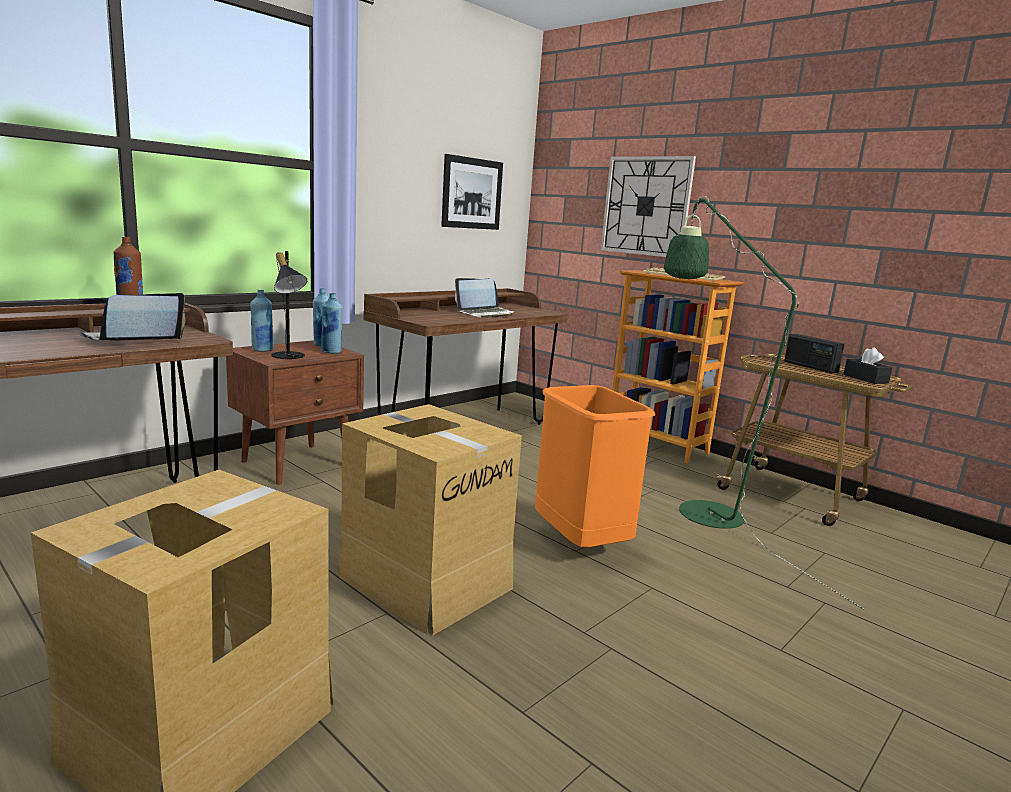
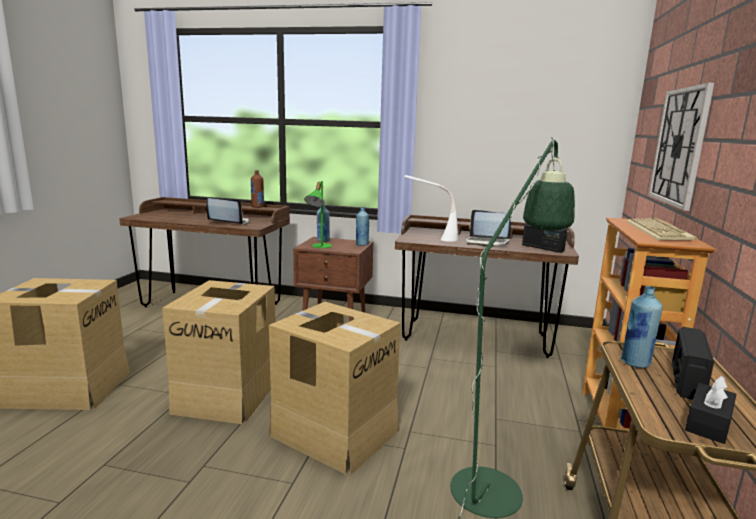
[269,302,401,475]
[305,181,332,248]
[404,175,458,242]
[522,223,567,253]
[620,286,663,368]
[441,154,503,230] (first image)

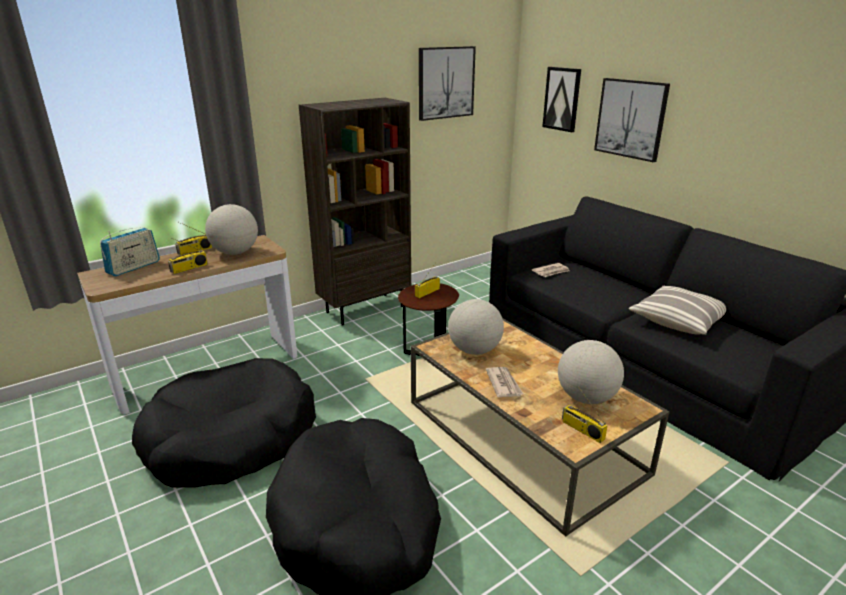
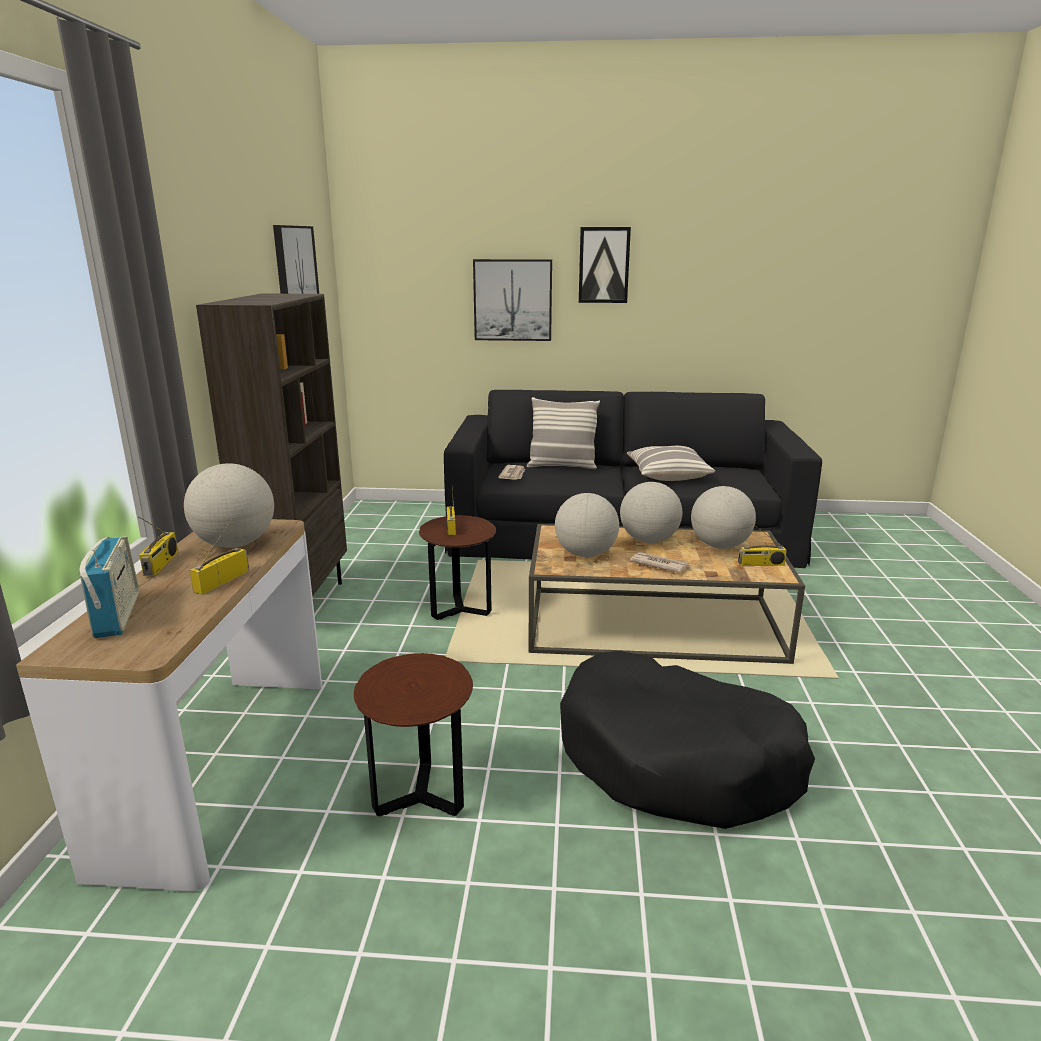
[190,518,249,595]
[354,653,473,816]
[527,397,600,469]
[579,227,631,303]
[620,482,682,543]

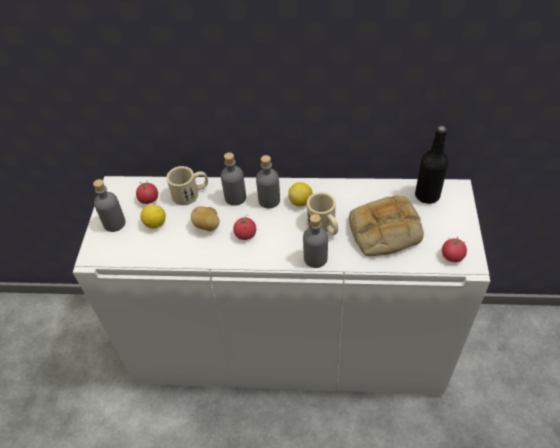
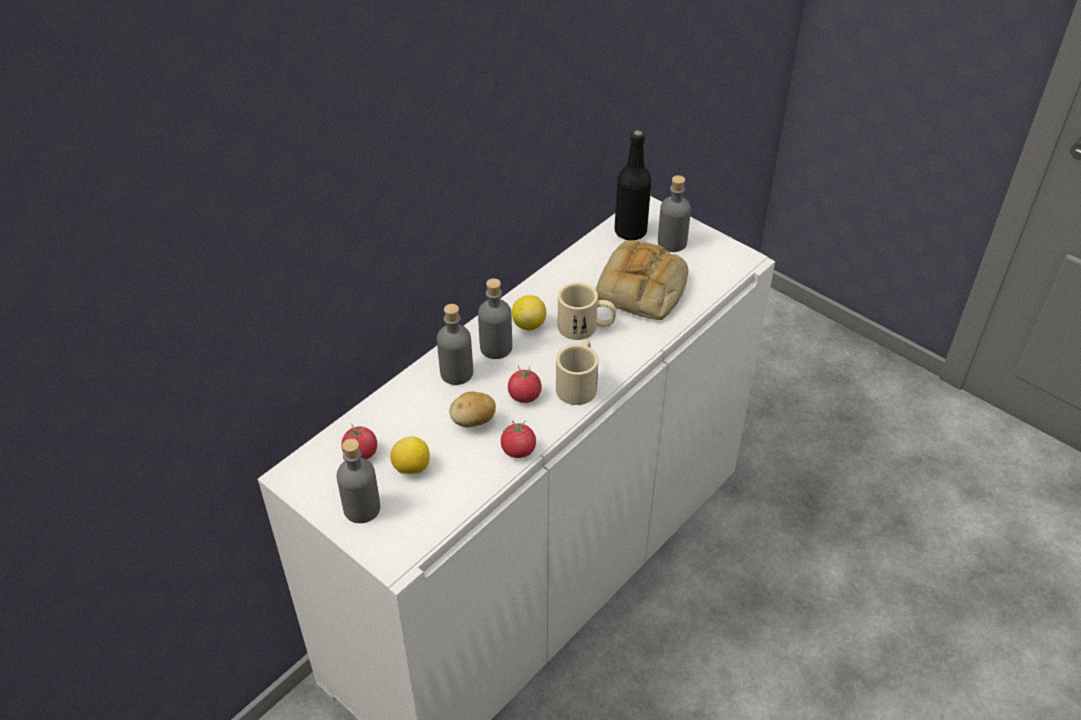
[501,421,536,458]
[556,340,599,405]
[658,175,691,252]

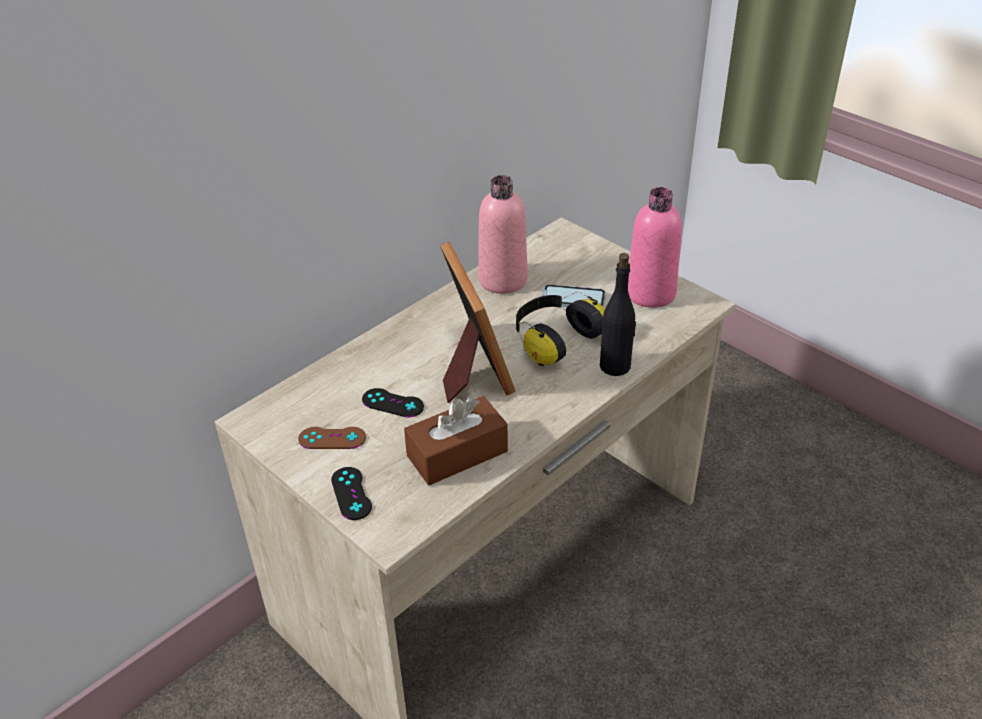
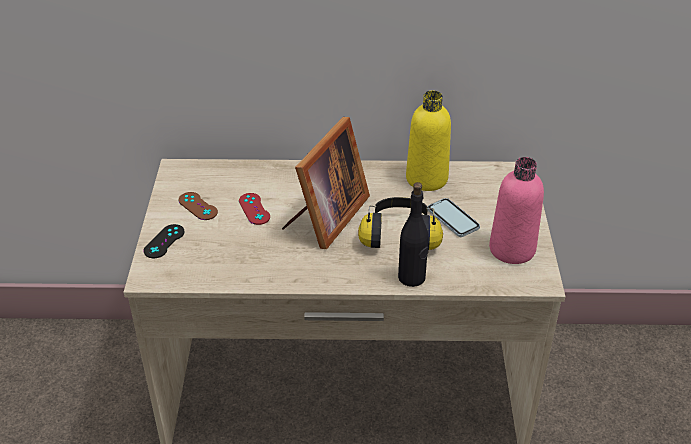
[239,193,270,225]
[406,91,451,191]
[404,396,508,485] (first image)

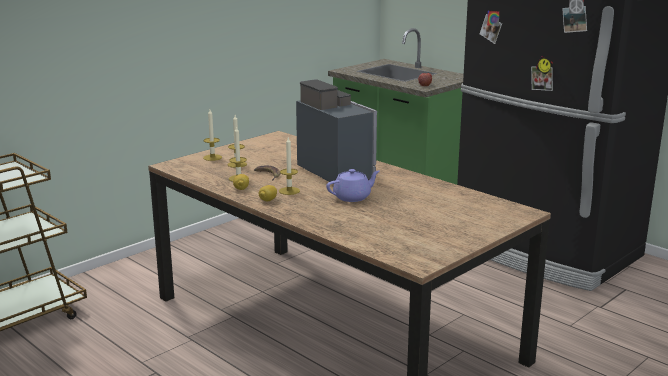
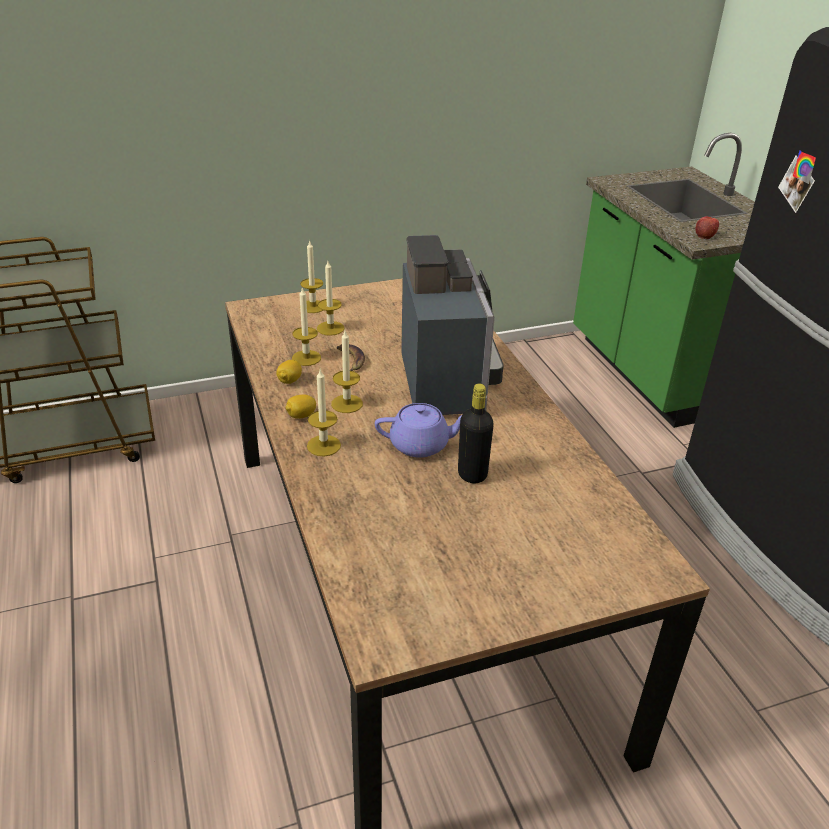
[307,370,341,456]
[458,383,494,483]

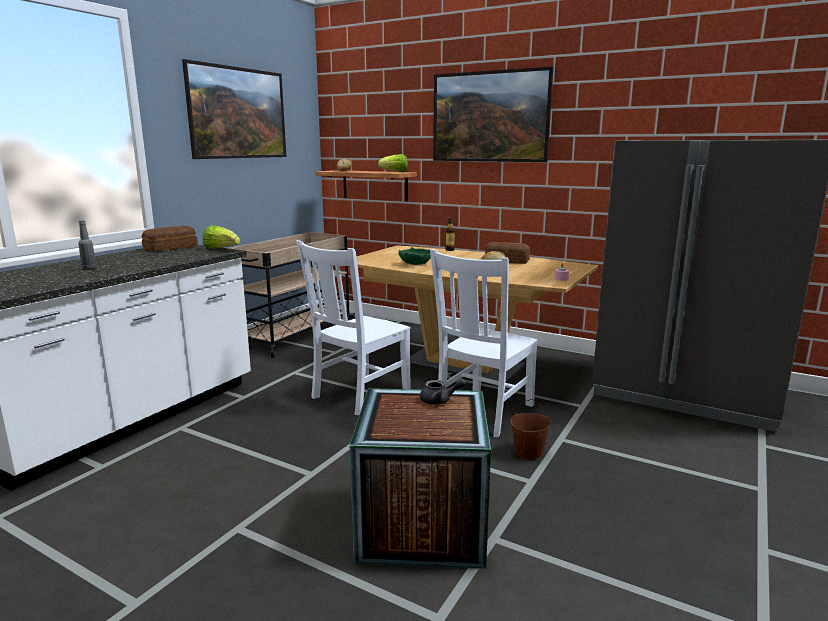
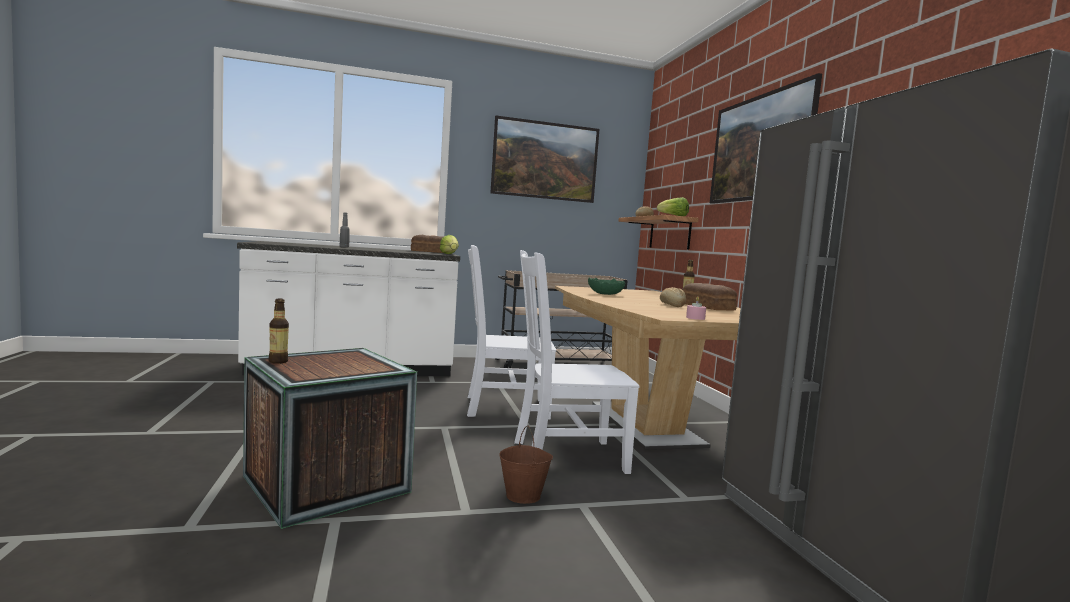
[269,299,289,364]
[420,378,466,405] (first image)

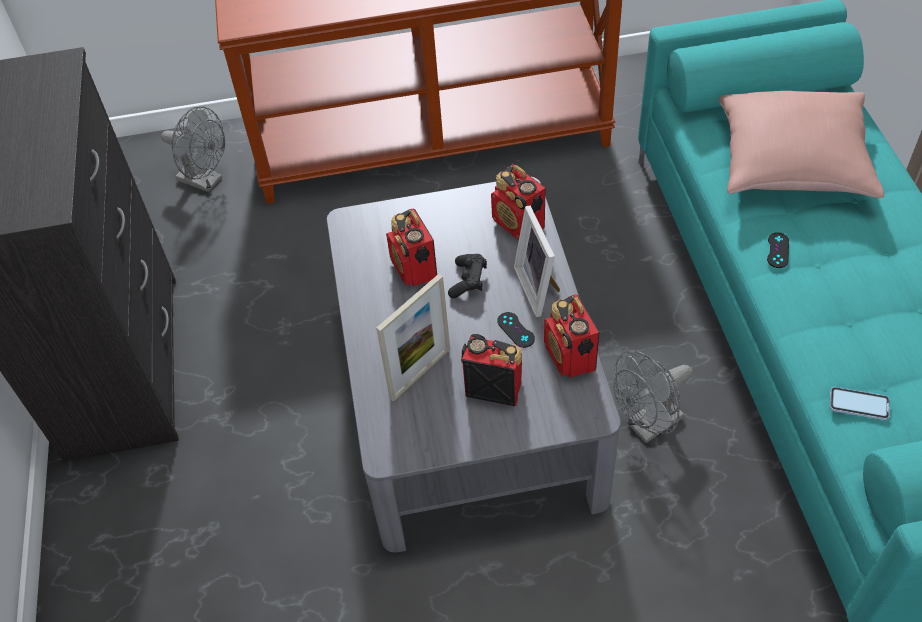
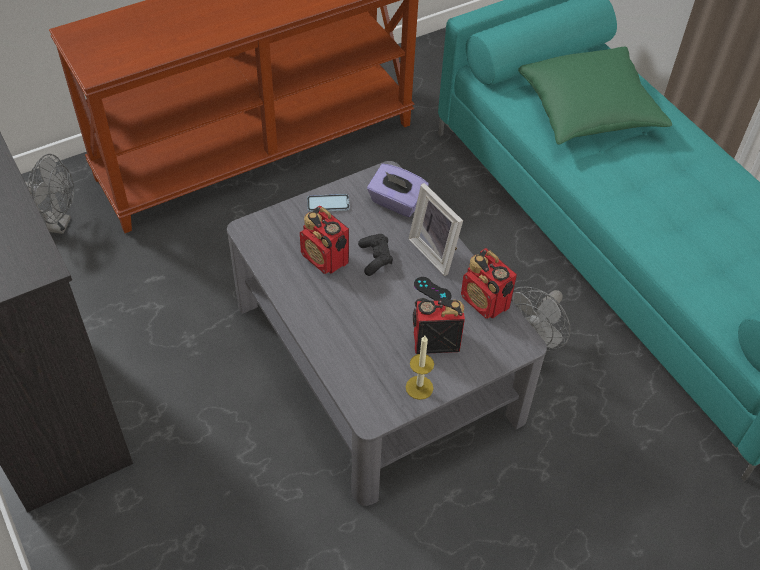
[307,194,350,212]
[367,164,429,217]
[406,336,434,400]
[518,46,672,144]
[376,274,450,402] (first image)
[767,232,789,268] (first image)

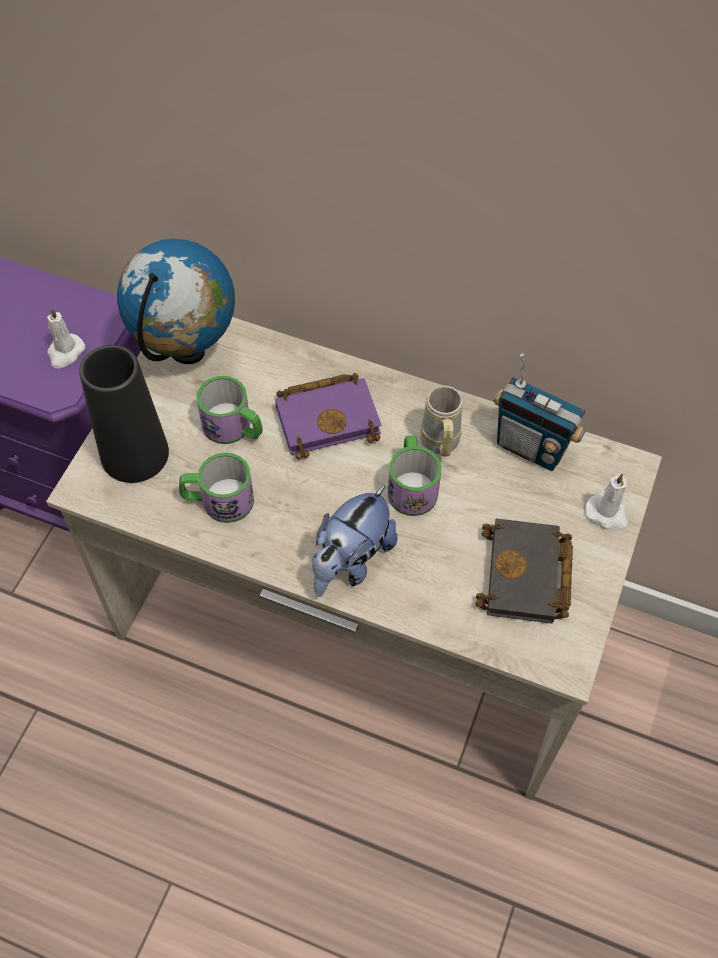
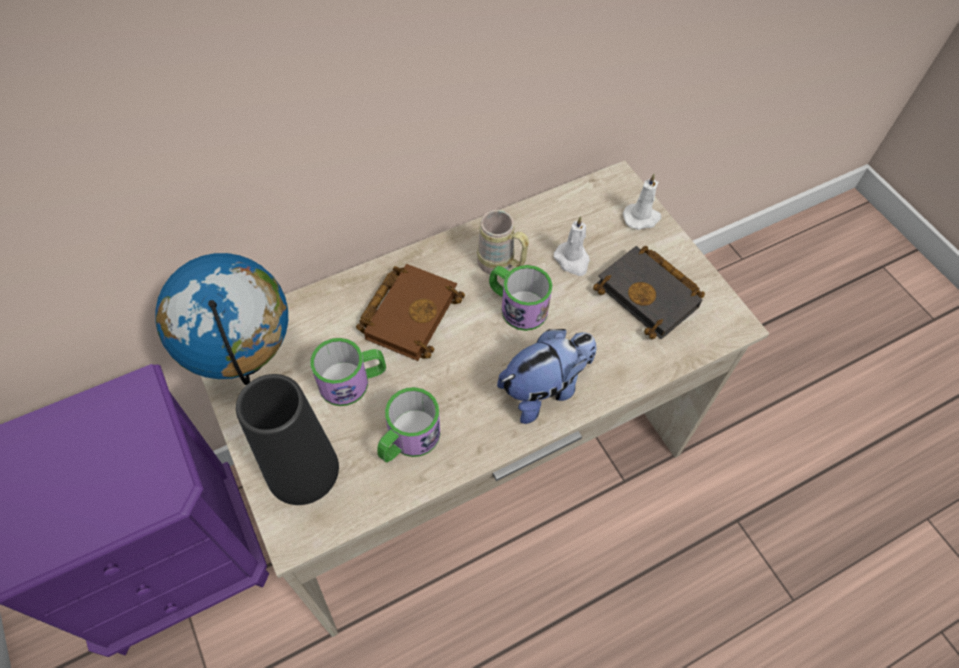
[356,264,465,361]
[497,329,597,424]
[554,216,590,276]
[494,353,586,471] (first image)

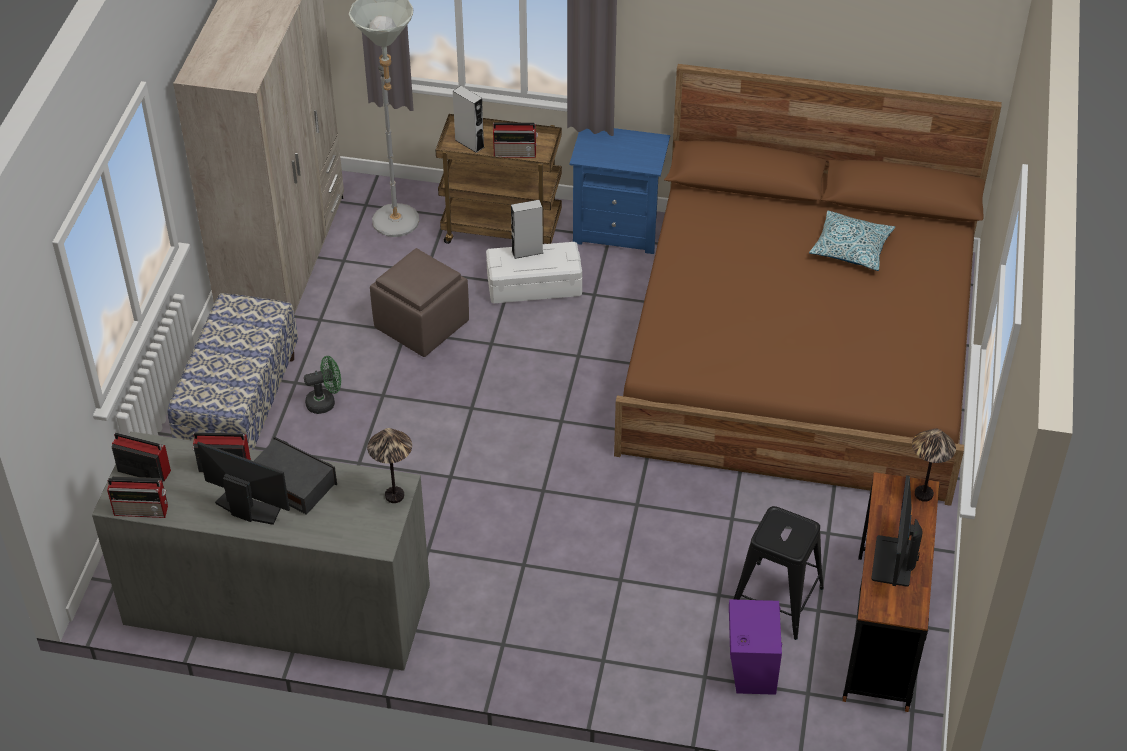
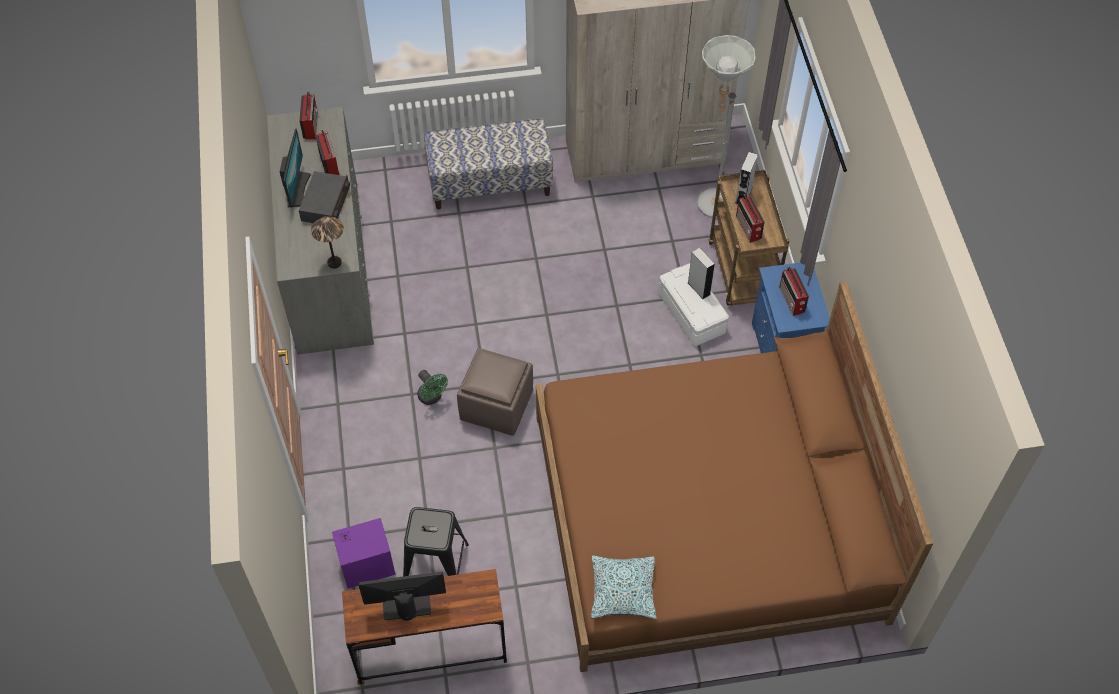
[417,370,448,405]
[457,348,533,436]
[591,556,657,619]
[779,266,809,316]
[912,429,956,502] (first image)

